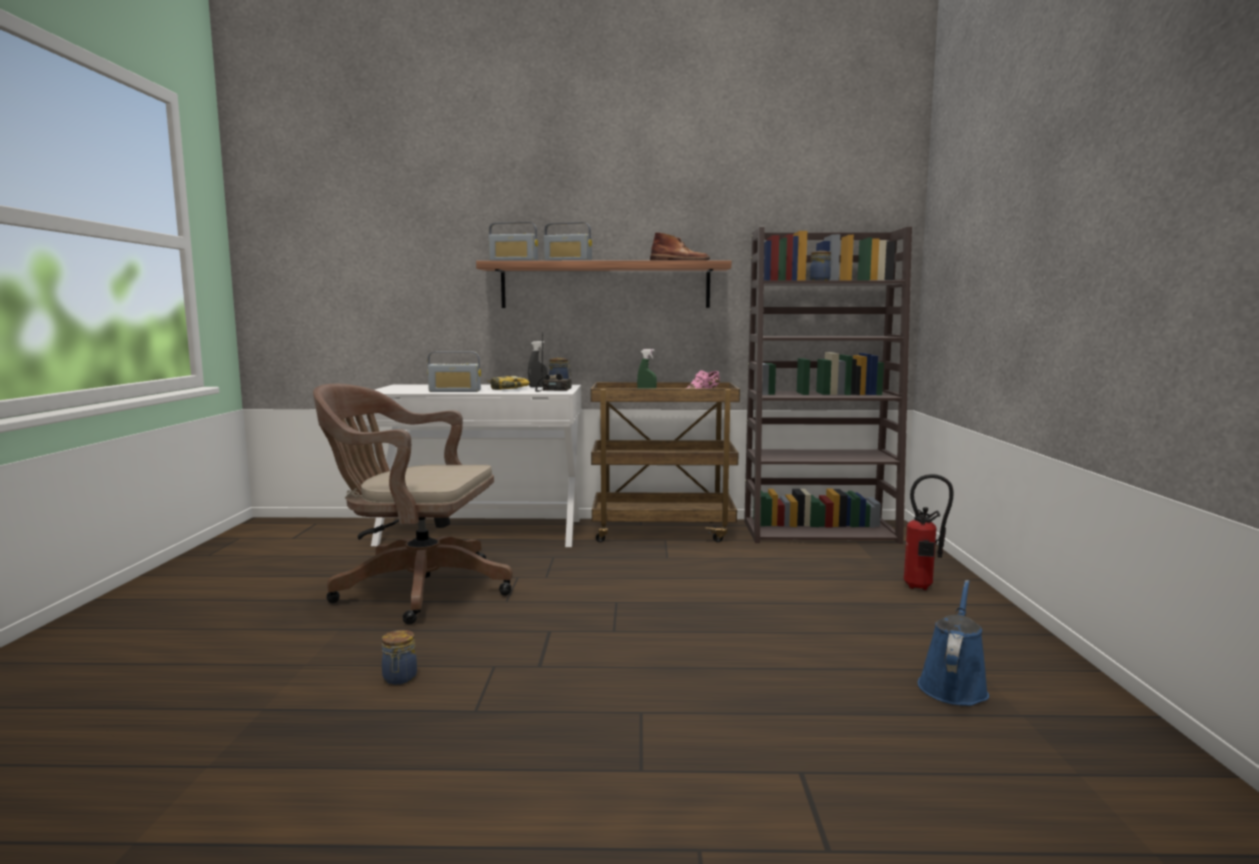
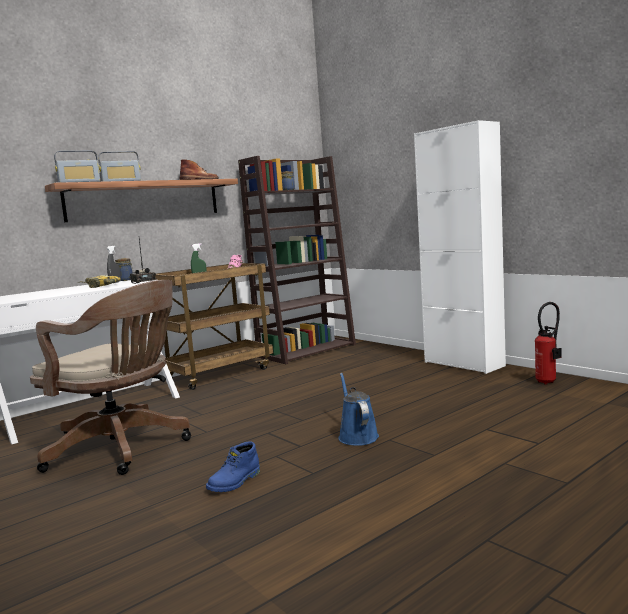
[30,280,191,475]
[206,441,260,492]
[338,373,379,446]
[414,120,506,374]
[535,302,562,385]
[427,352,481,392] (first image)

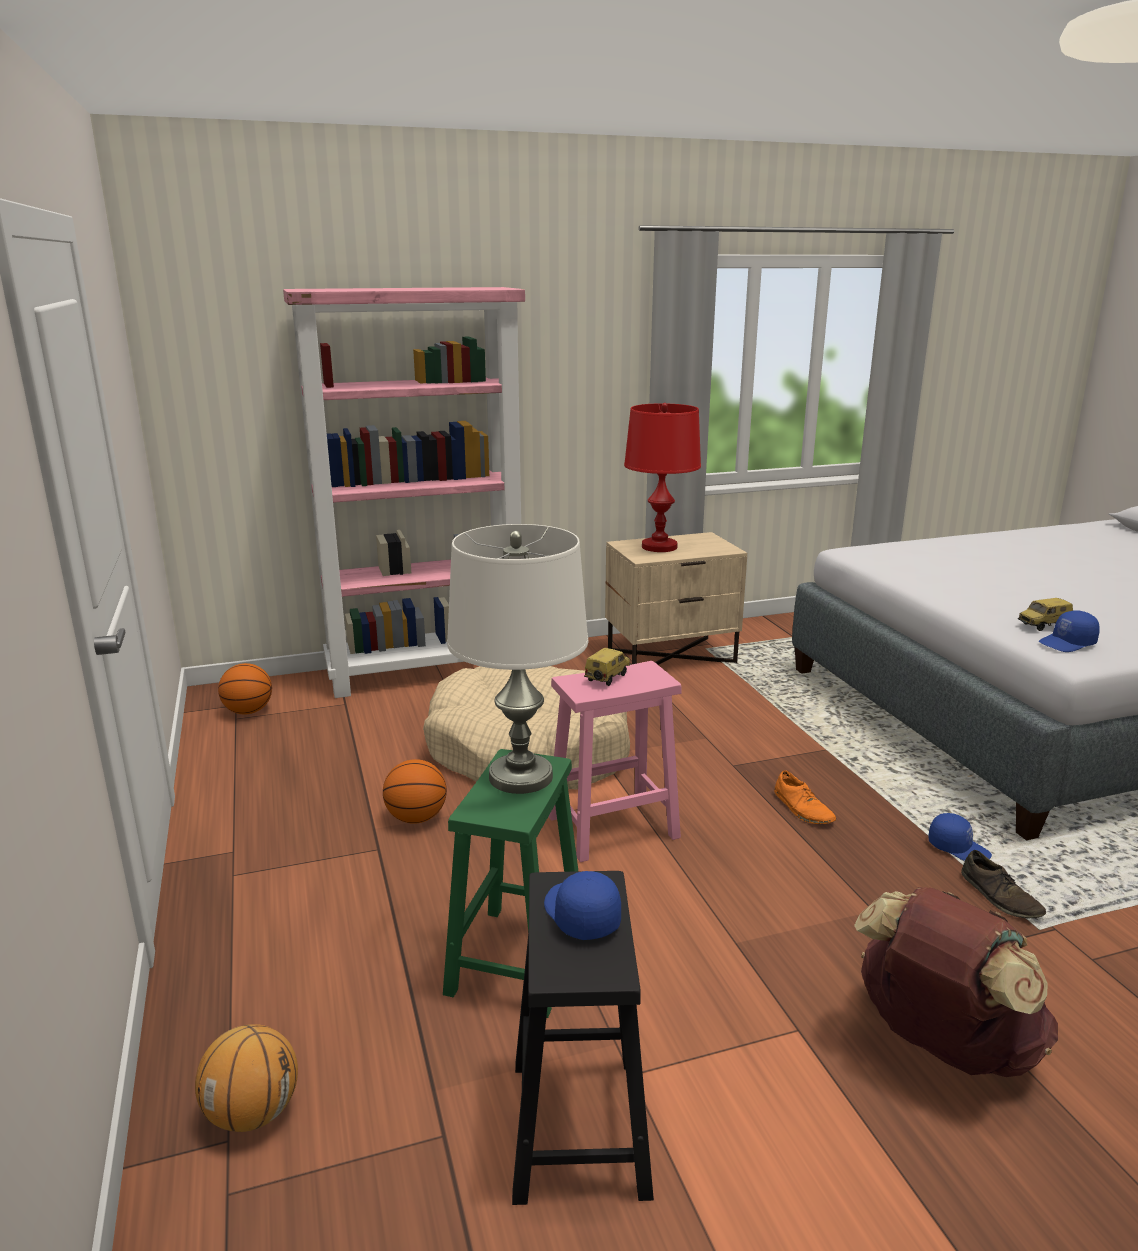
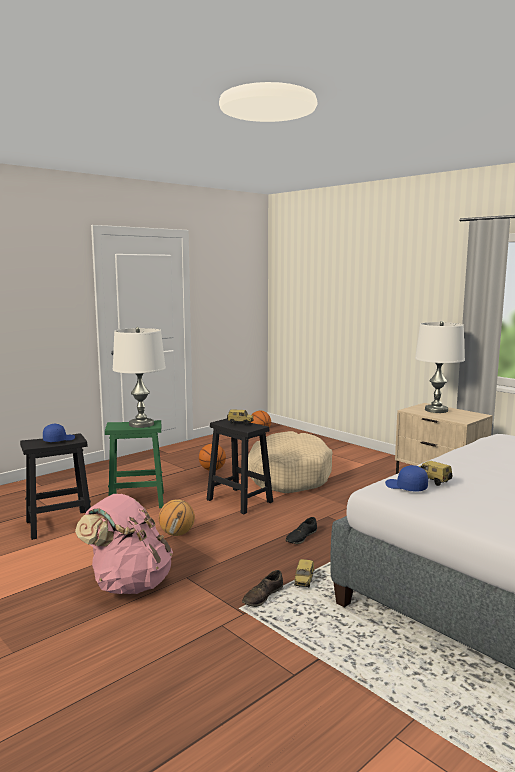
[75,494,173,594]
[159,499,195,536]
[207,419,273,514]
[286,517,317,544]
[294,559,314,587]
[415,321,465,413]
[283,287,525,698] (first image)

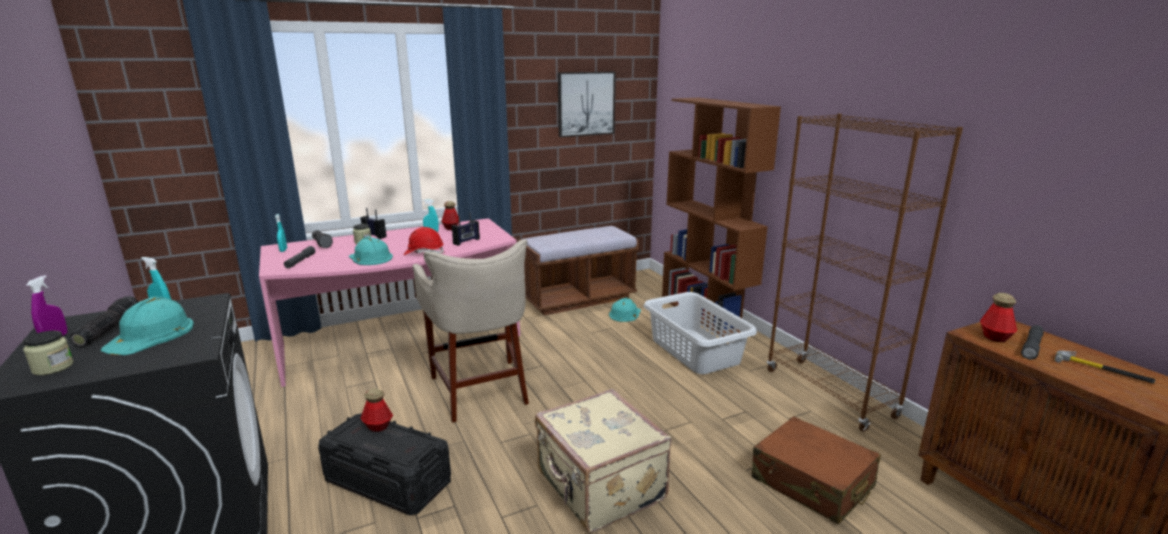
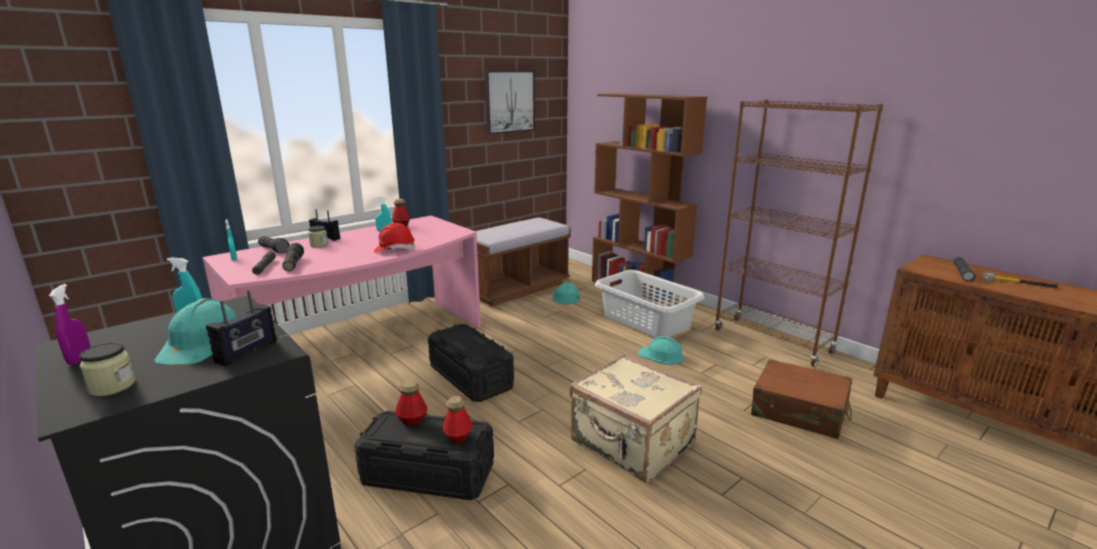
[206,290,277,366]
[282,243,304,271]
[428,324,514,402]
[443,396,473,444]
[638,336,684,365]

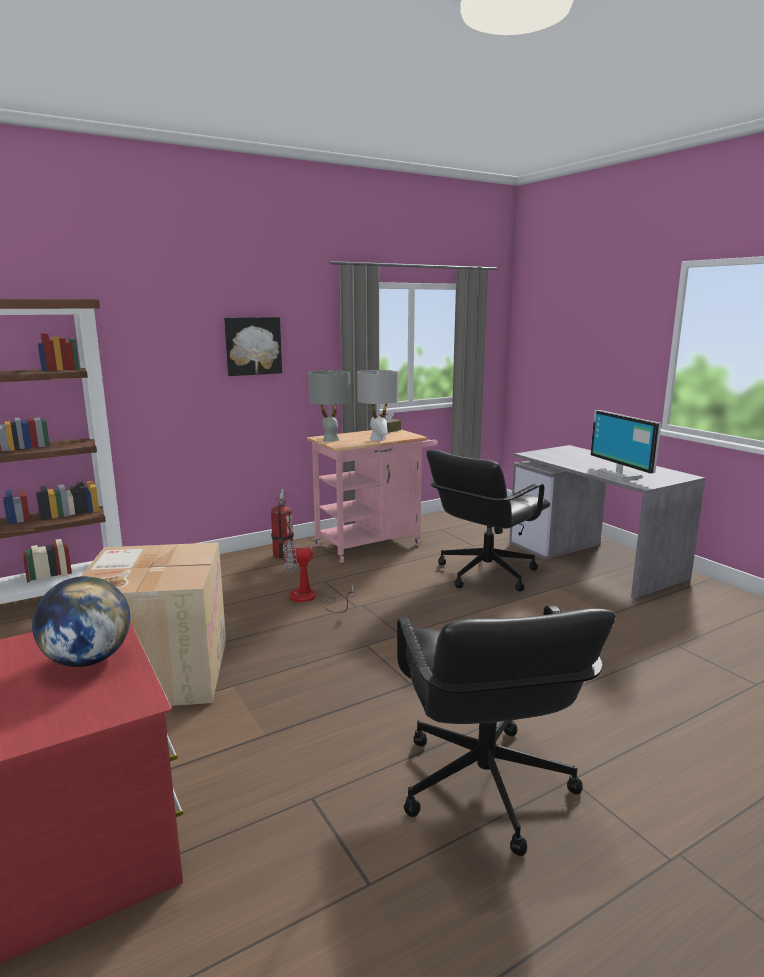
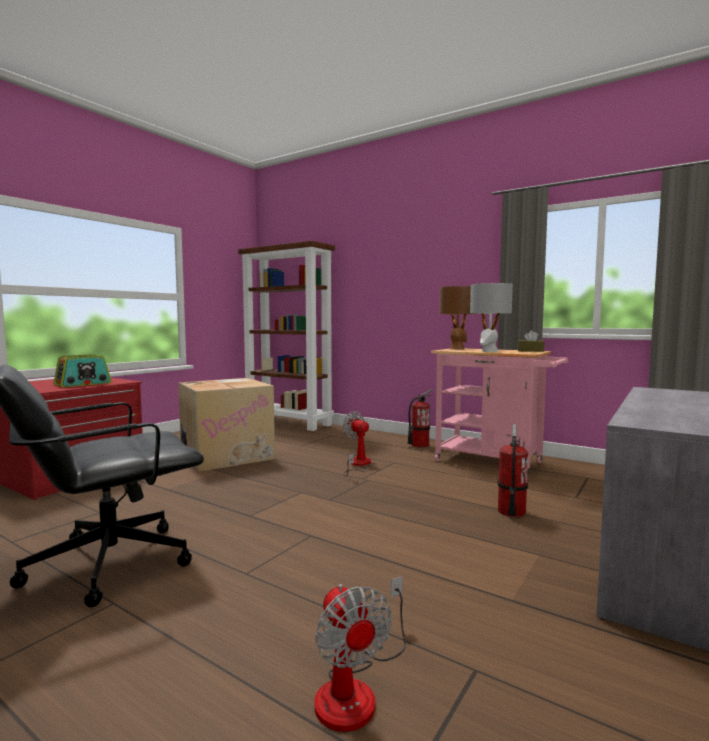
[53,354,111,387]
[314,576,406,732]
[439,286,471,350]
[498,424,528,517]
[224,317,282,376] (first image)
[591,410,661,481] (first image)

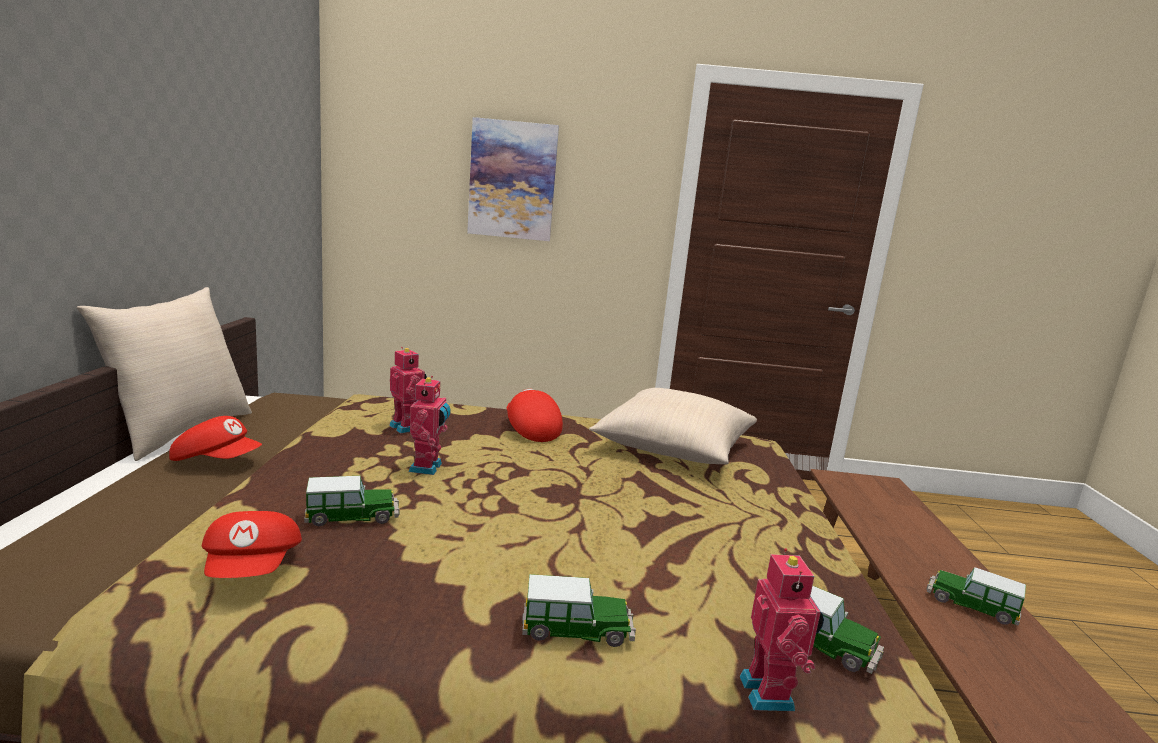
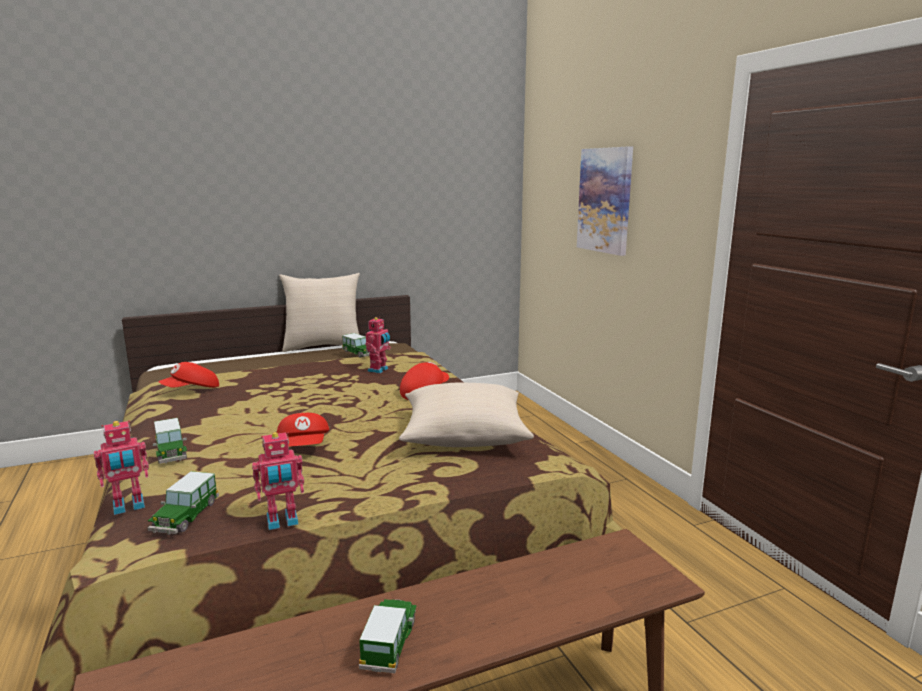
[252,432,304,530]
[277,413,329,447]
[342,333,370,358]

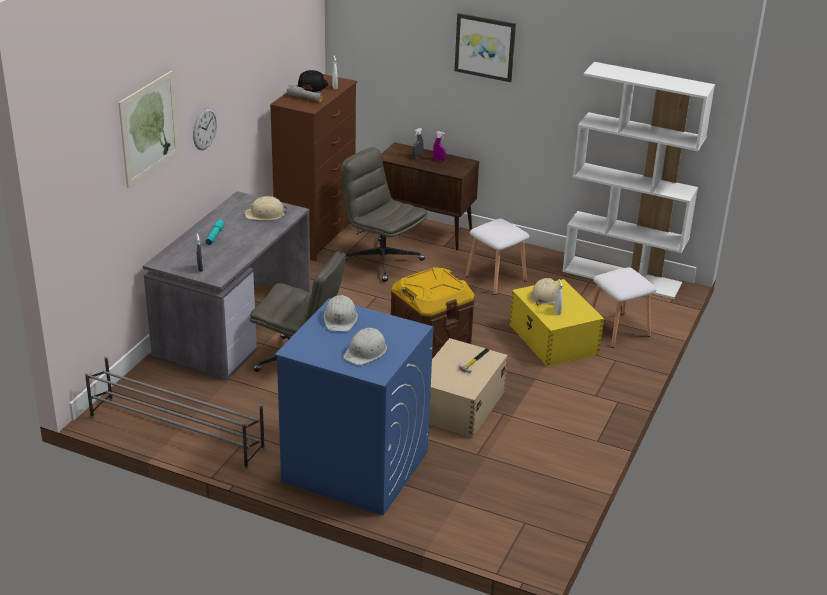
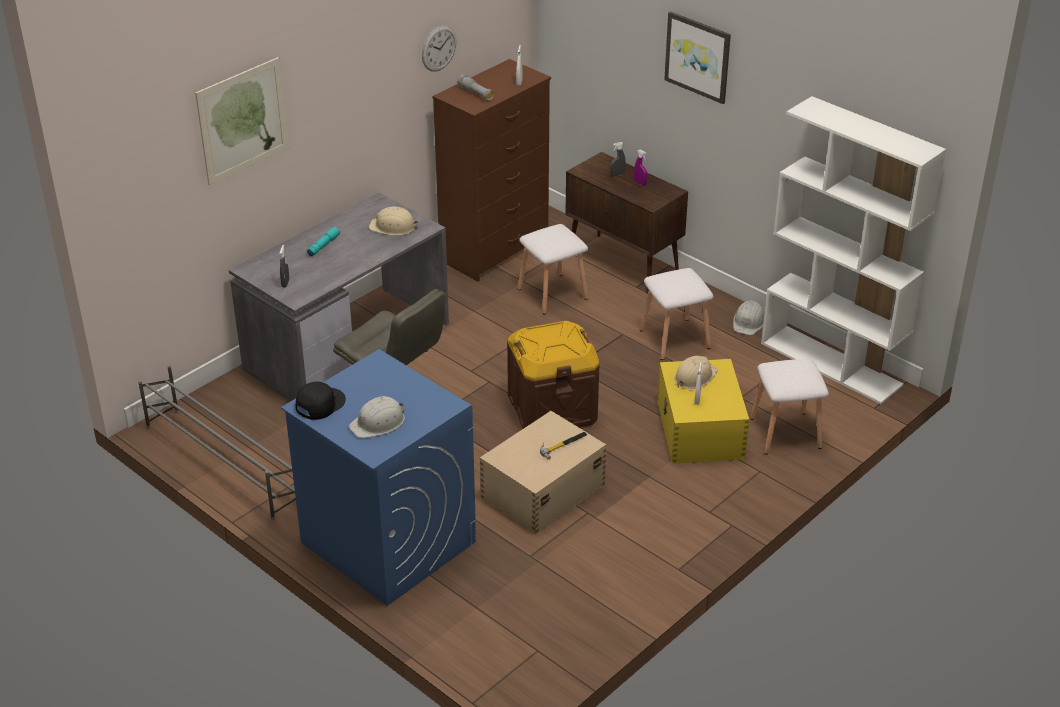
[296,382,346,420]
[422,25,456,72]
[517,224,588,315]
[733,300,764,335]

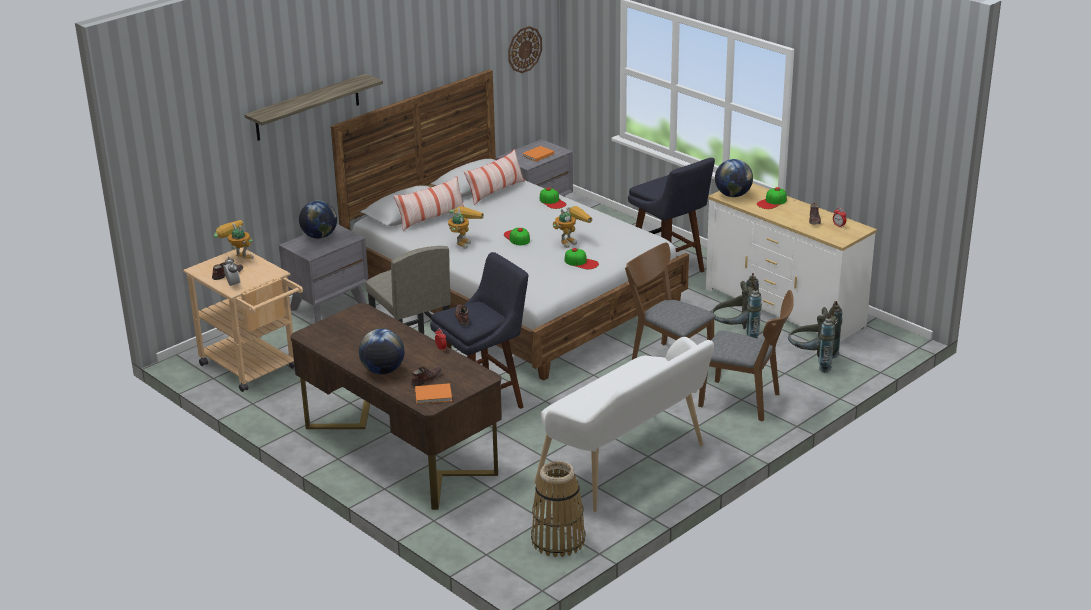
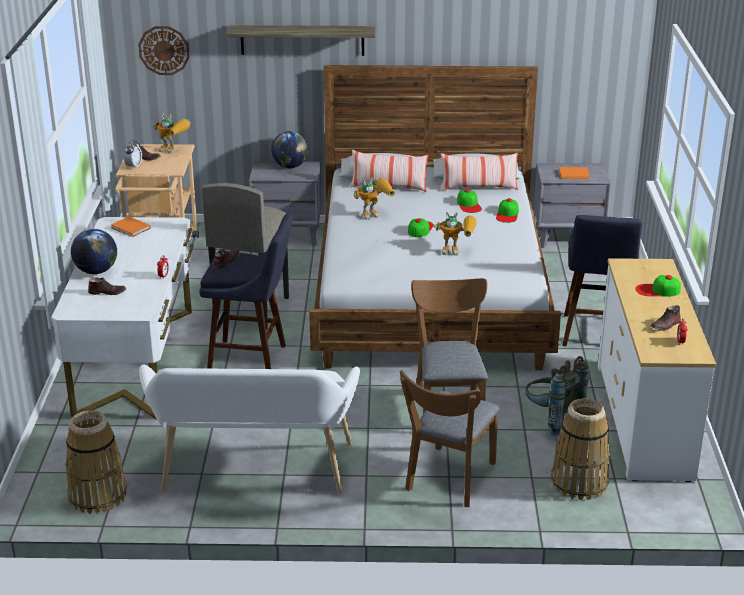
[51,217,194,420]
[111,216,151,237]
[138,26,190,75]
[153,113,191,154]
[400,370,500,507]
[457,189,482,213]
[551,398,610,500]
[715,159,753,197] (first image)

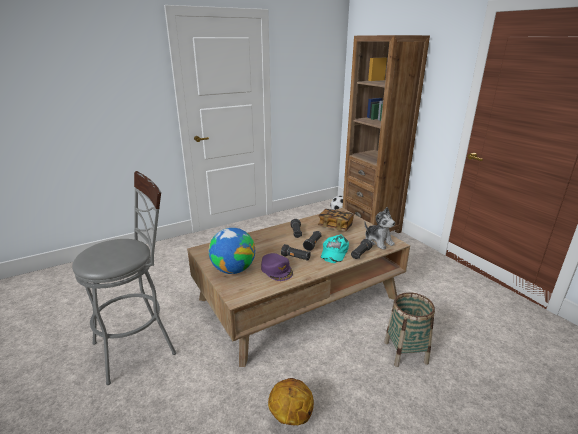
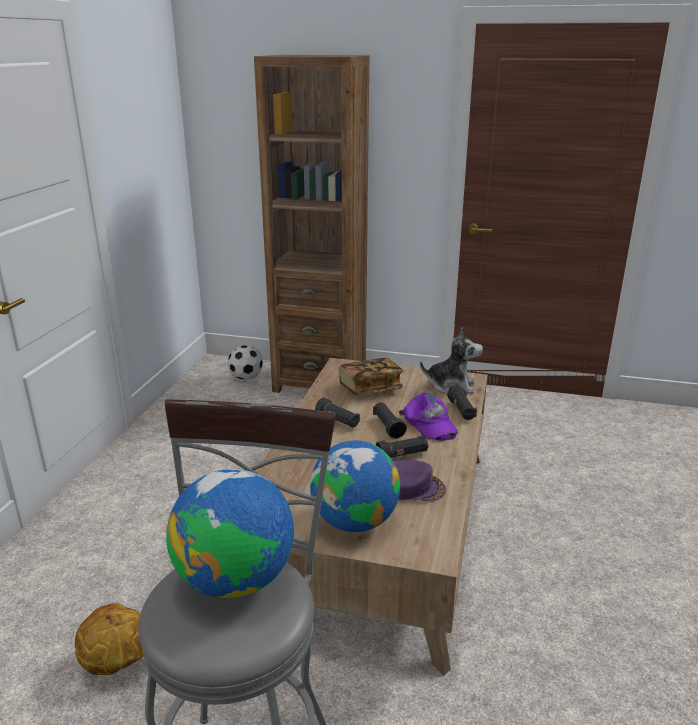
[75,603,143,675]
[166,469,294,599]
[399,392,458,441]
[384,292,435,367] (first image)

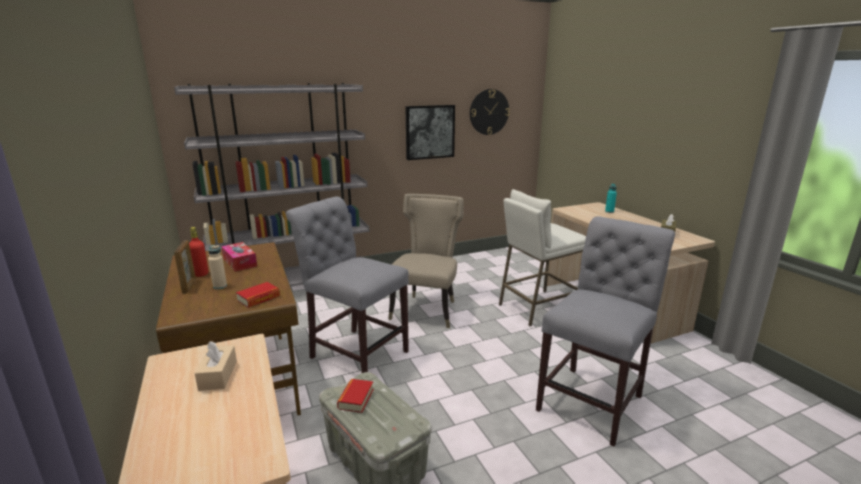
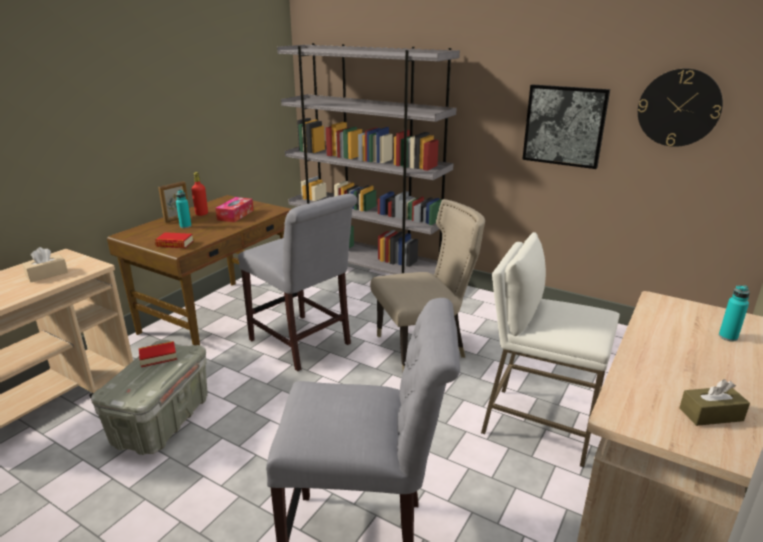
[176,190,192,228]
[238,194,357,371]

